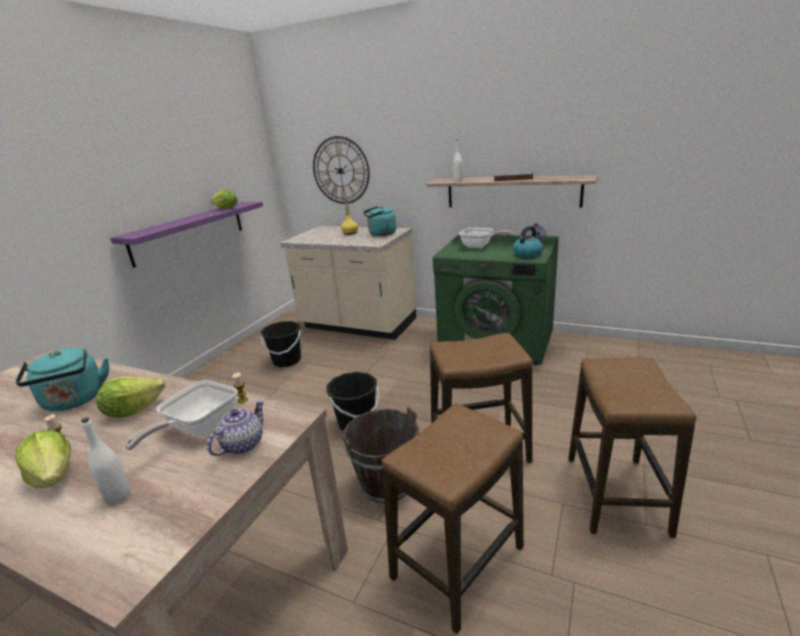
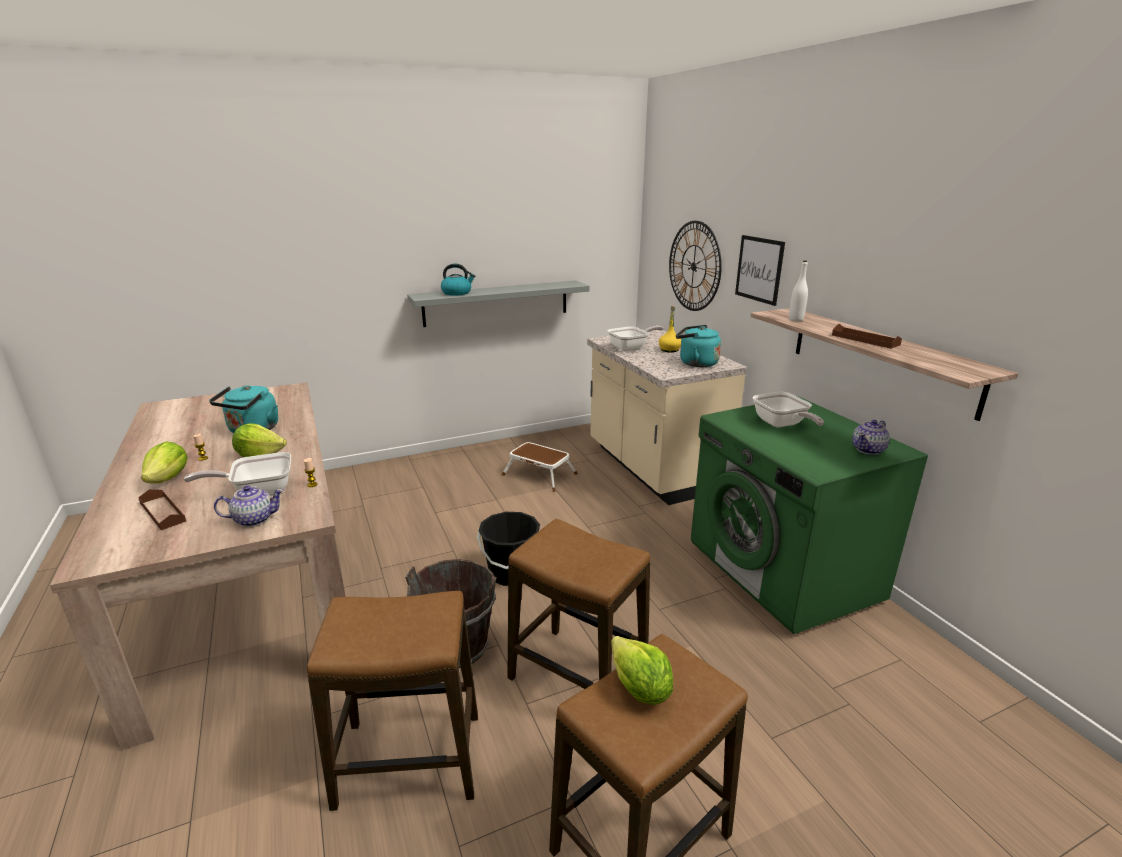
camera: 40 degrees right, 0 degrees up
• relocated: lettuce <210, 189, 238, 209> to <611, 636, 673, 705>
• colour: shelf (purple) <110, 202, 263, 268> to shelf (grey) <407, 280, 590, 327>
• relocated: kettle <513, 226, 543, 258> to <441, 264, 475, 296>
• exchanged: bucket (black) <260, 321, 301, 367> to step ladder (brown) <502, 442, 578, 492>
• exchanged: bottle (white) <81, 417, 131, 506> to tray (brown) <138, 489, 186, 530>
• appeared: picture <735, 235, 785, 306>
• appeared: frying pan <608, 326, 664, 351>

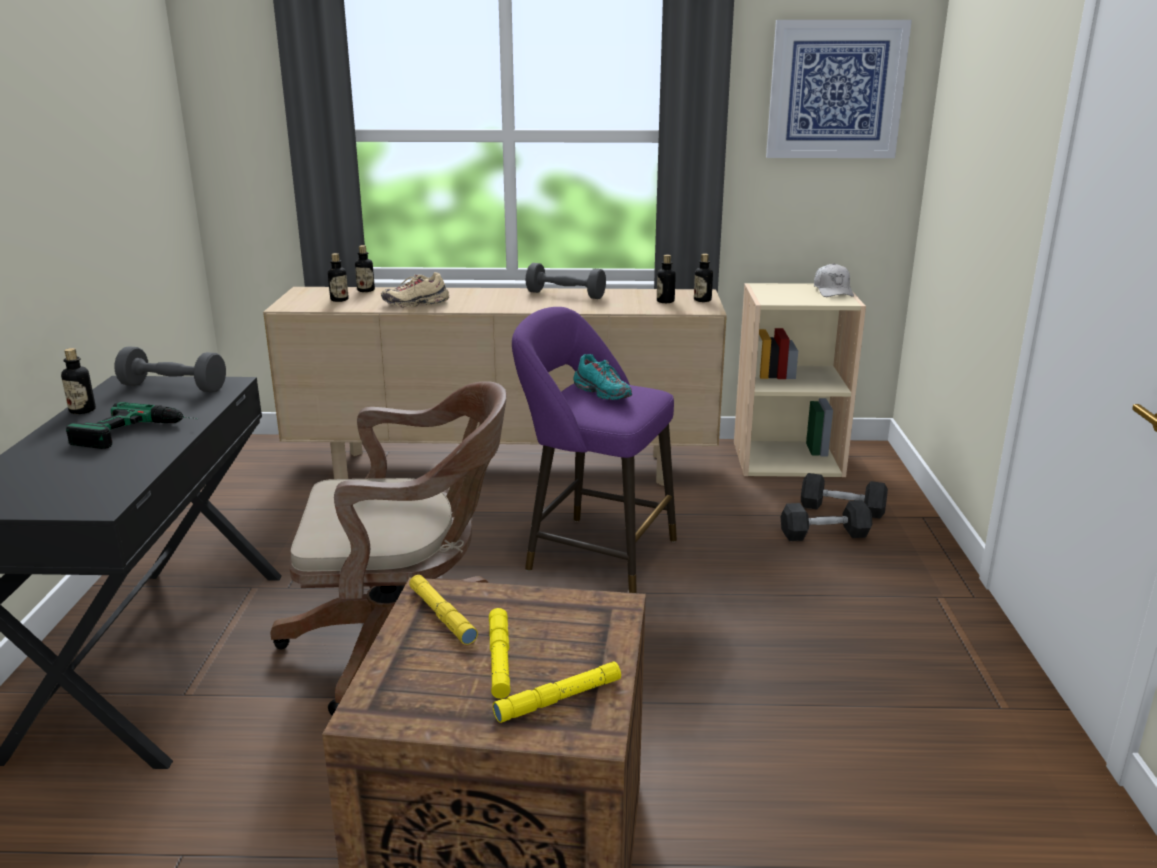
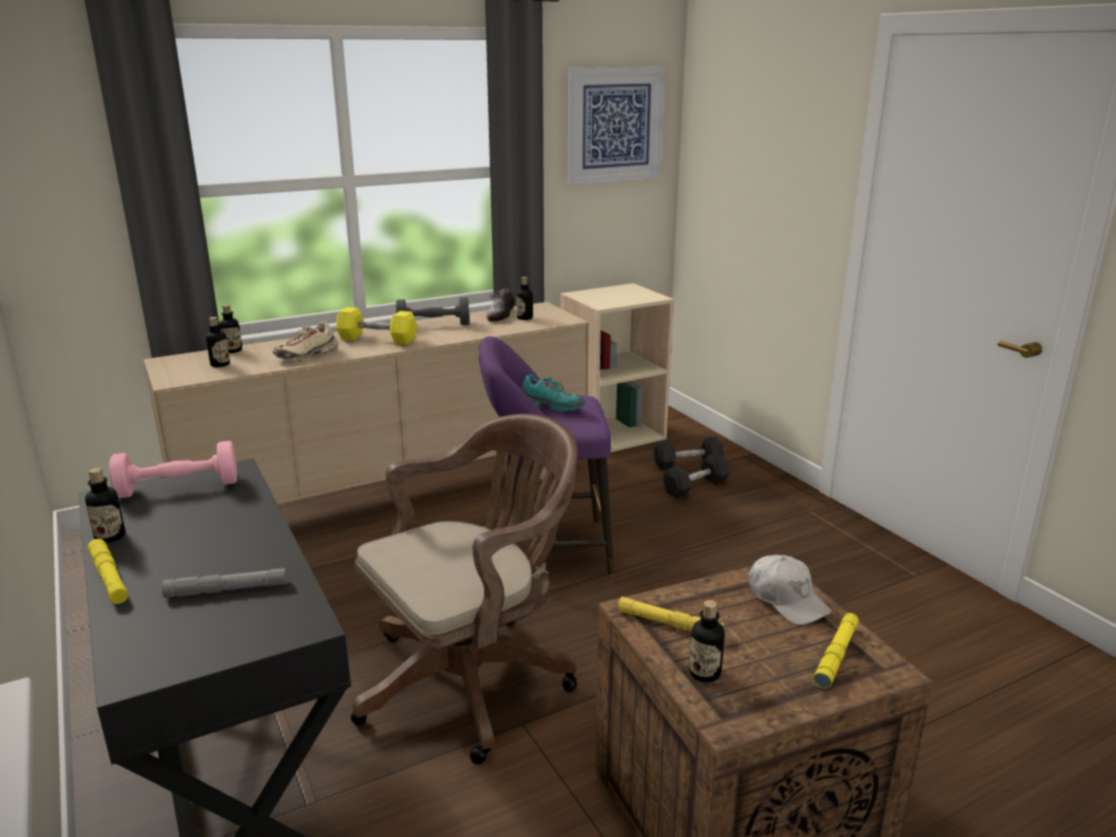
camera: 30 degrees left, 0 degrees up
• relocated: bottle <694, 254, 713, 302> to <689, 600, 725, 682>
• relocated: cap (white) <814, 263, 854, 297> to <749, 555, 832, 625>
• colour: dumbbell (grey) <114, 346, 226, 392> to dumbbell (pink) <109, 441, 237, 498>
• missing: power drill <66, 402, 198, 449>
• relocated: flashlight (yellow) <489, 608, 510, 699> to <88, 539, 128, 604>
• appeared: shoe <487, 288, 514, 322>
• appeared: dumbbell (yellow) <336, 307, 417, 345>
• appeared: flashlight (grey) <162, 568, 287, 598>

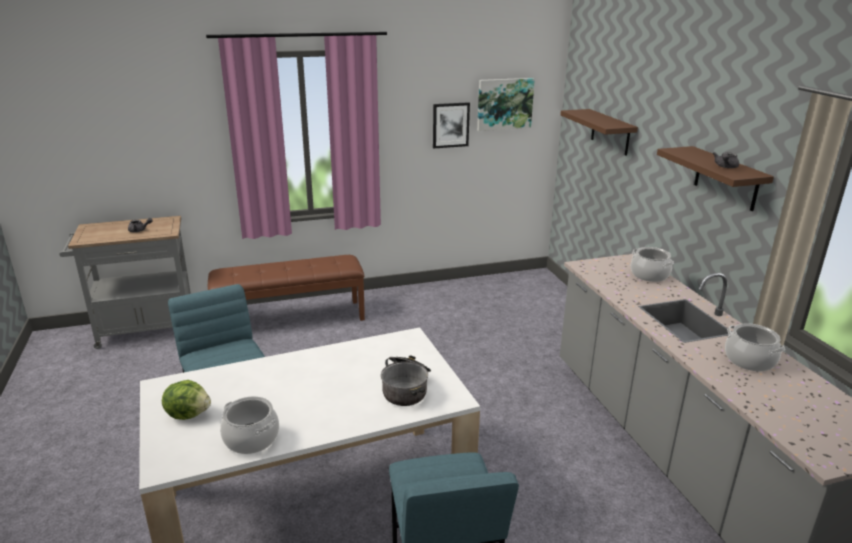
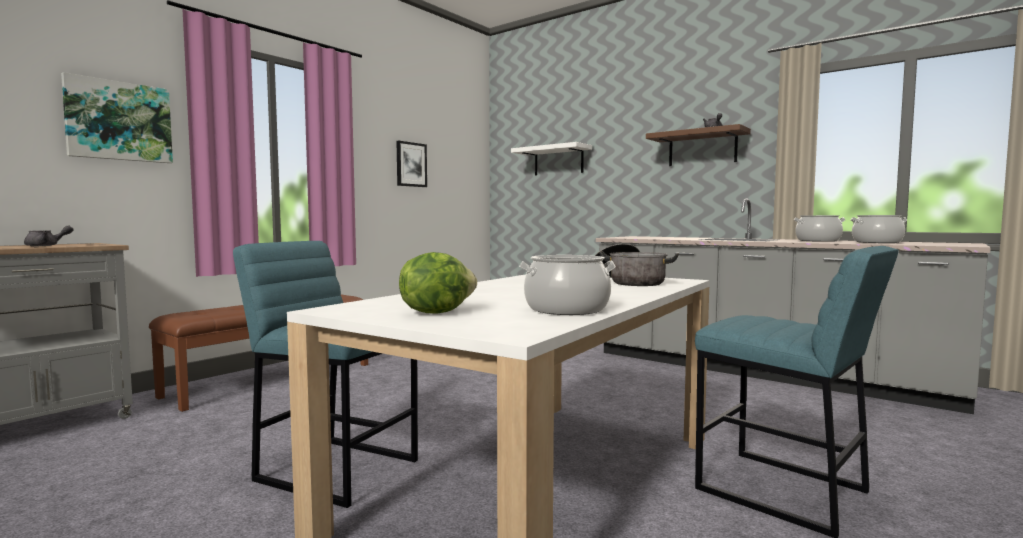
camera: 35 degrees left, 20 degrees down
• relocated: picture <477, 78, 535, 131> to <61, 72, 173, 163>
• colour: shelf (brown) <560, 109, 638, 155> to shelf (white) <511, 142, 592, 175>
• relocated: cooking pot <631, 247, 674, 282> to <851, 215, 907, 243>

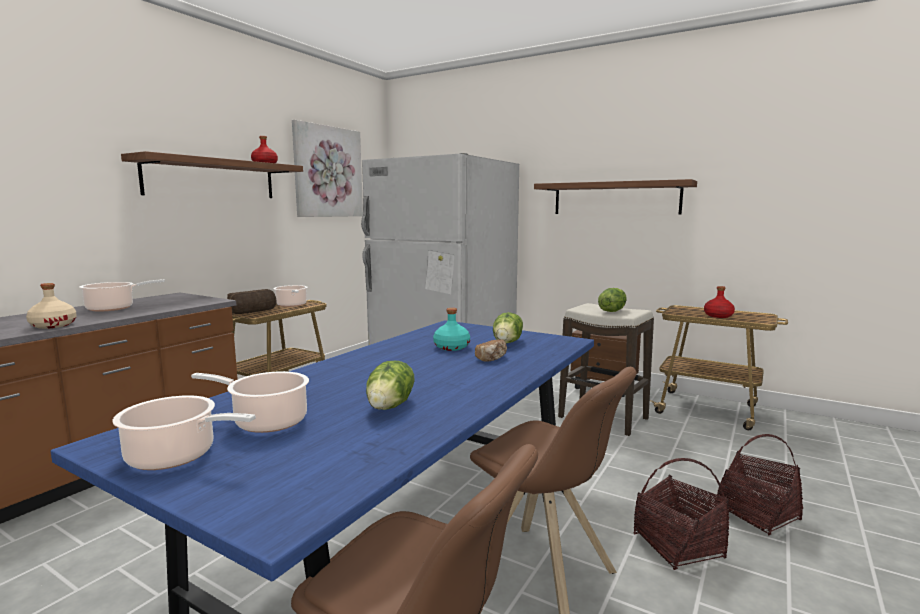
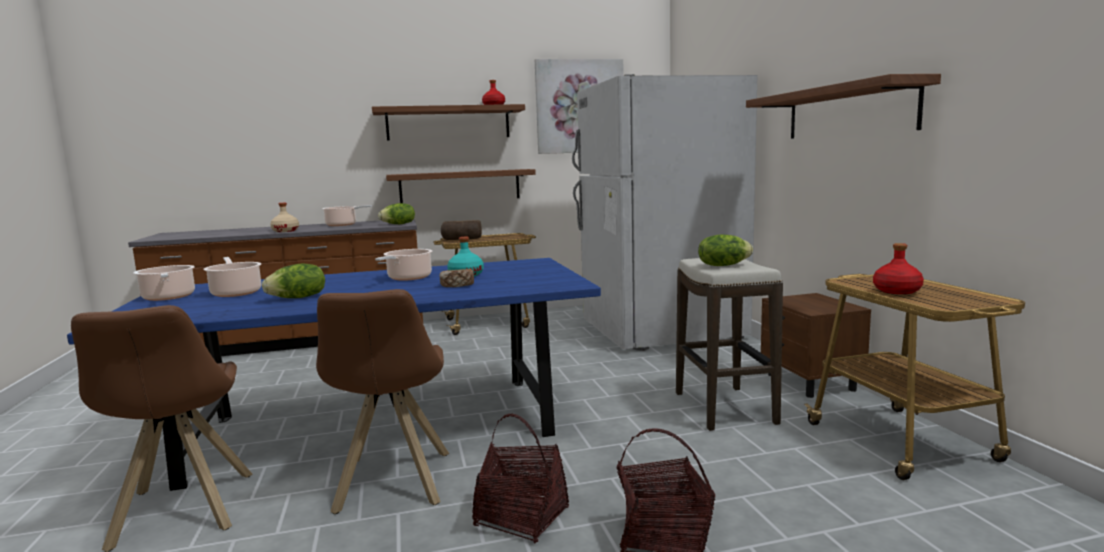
camera: 45 degrees right, 0 degrees up
• relocated: cooking pot <273, 285, 308, 307> to <375, 249, 432, 281>
• relocated: lettuce <493, 312, 523, 343> to <378, 203, 415, 224>
• appeared: shelf <386, 169, 536, 203>

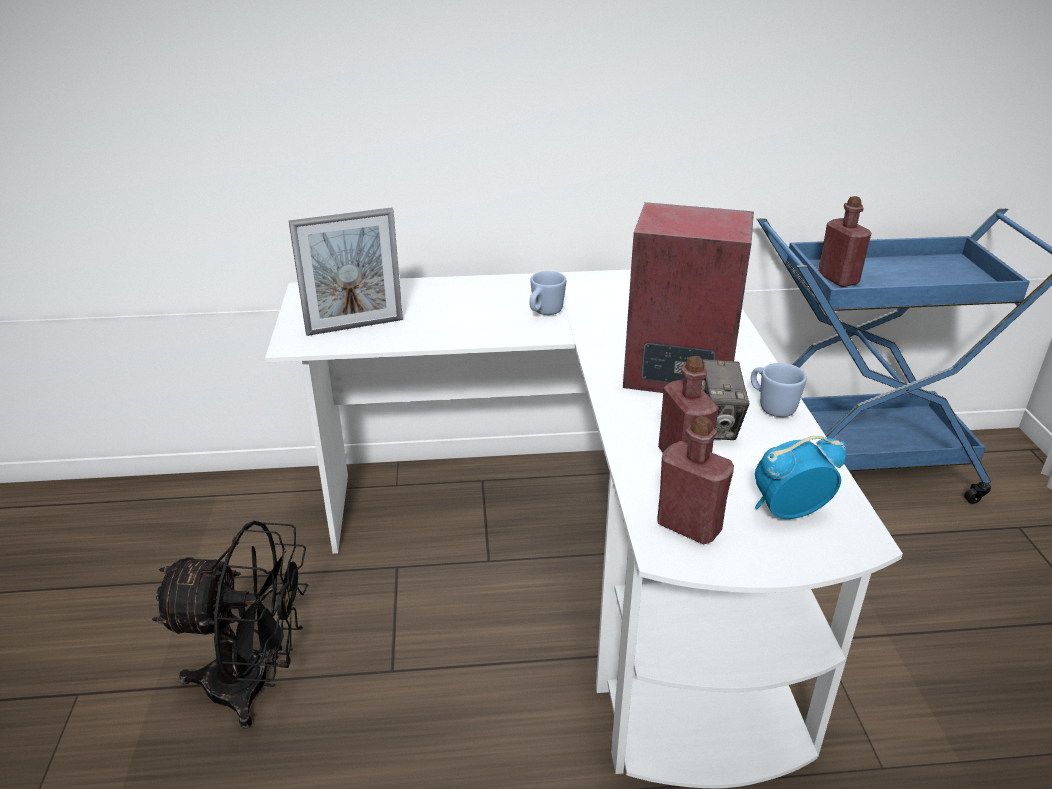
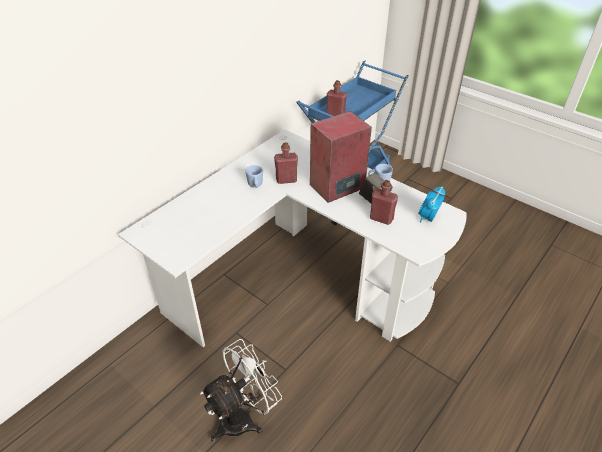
camera: 45 degrees left, 10 degrees up
• missing: picture frame <289, 207, 403, 336>
• relocated: bottle (red) <657, 416, 734, 544> to <274, 142, 298, 184>
• colour: fan (black) <152, 521, 308, 729> to fan (white) <200, 339, 282, 442>

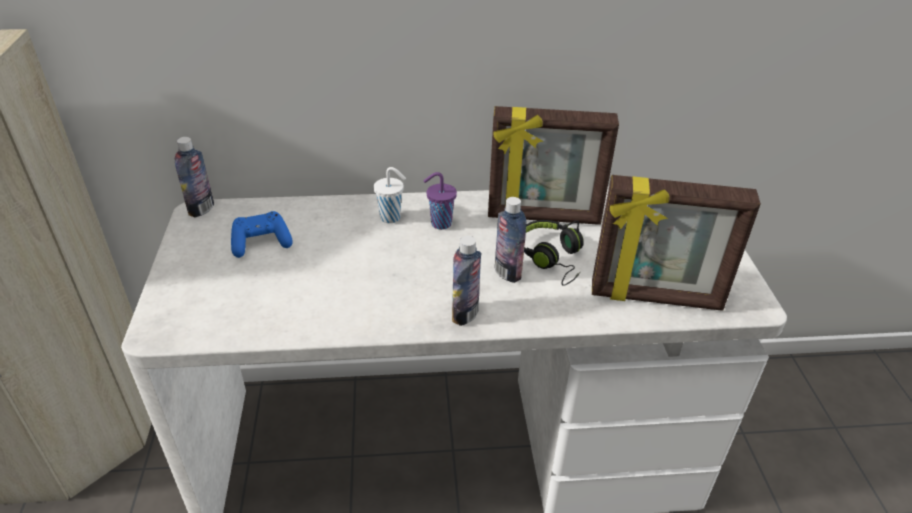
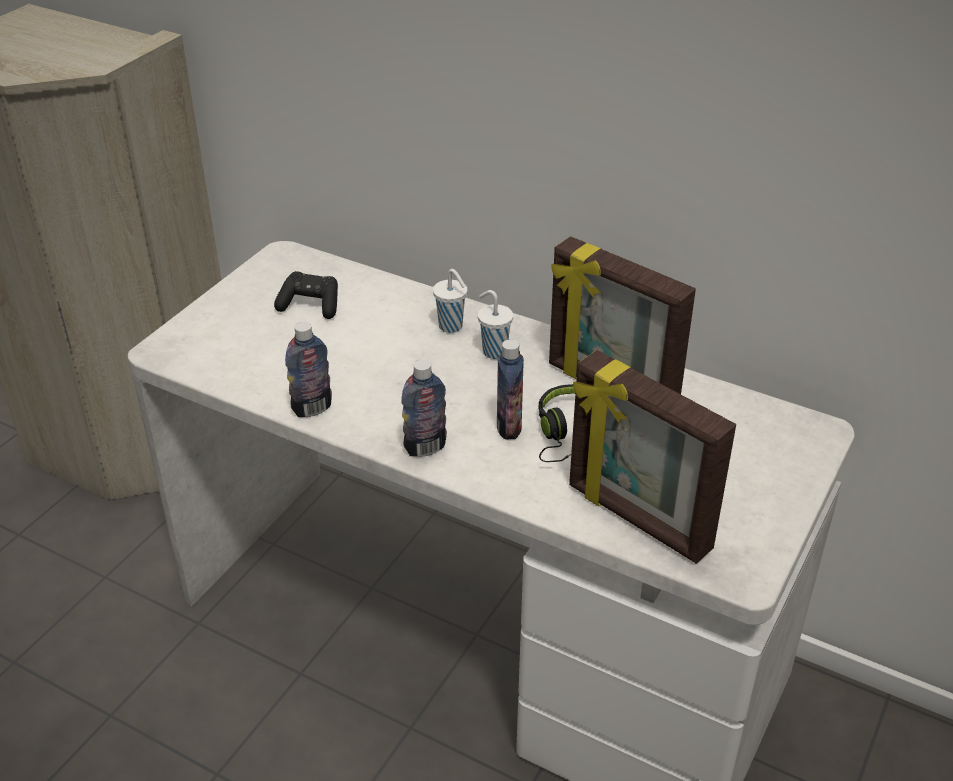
camera: 35 degrees right, 0 degrees up
• relocated: bottle <175, 137, 214, 218> to <285, 322, 332, 417>
• colour: cup (purple) <424, 172, 457, 230> to cup (white) <478, 290, 513, 359>
• colour: game controller (blue) <231, 211, 293, 258> to game controller (black) <274, 271, 338, 319>

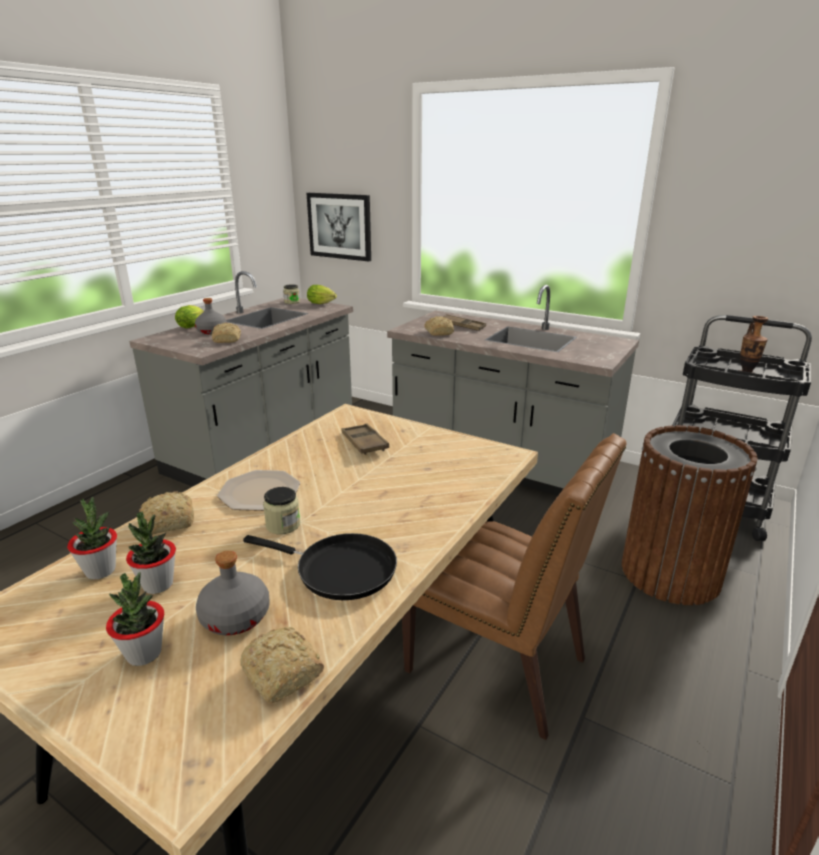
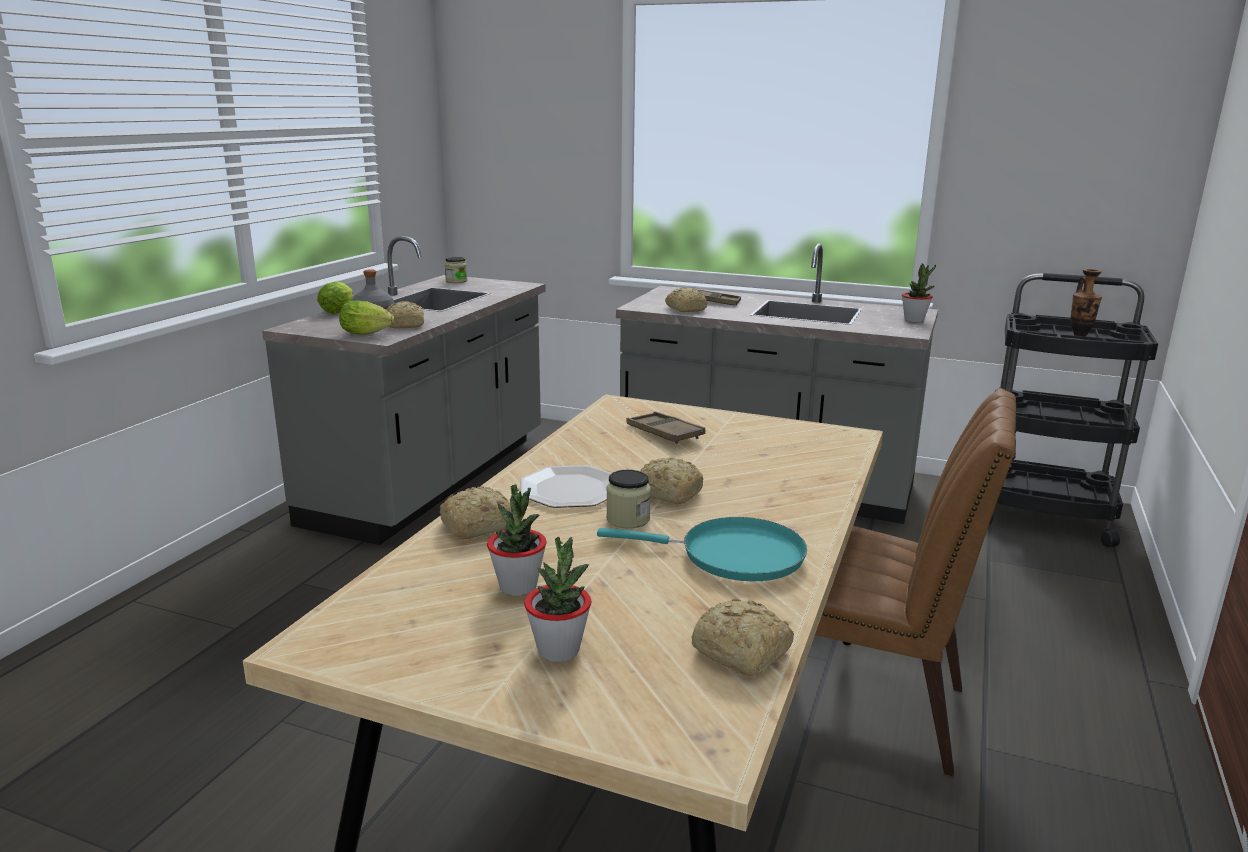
camera: 10 degrees left, 5 degrees down
• missing: picture <307, 193, 371, 261>
• relocated: lettuce <307, 285, 337, 304> to <339, 300, 395, 335>
• missing: trash can (brown) <622, 425, 758, 605>
• relocated: potted plant <67, 497, 117, 580> to <902, 264, 936, 323>
• colour: frying pan (black) <243, 533, 397, 600> to frying pan (turquoise) <597, 517, 807, 581>
• missing: bottle (grey) <196, 551, 270, 635>
• appeared: bread <640, 458, 704, 504>

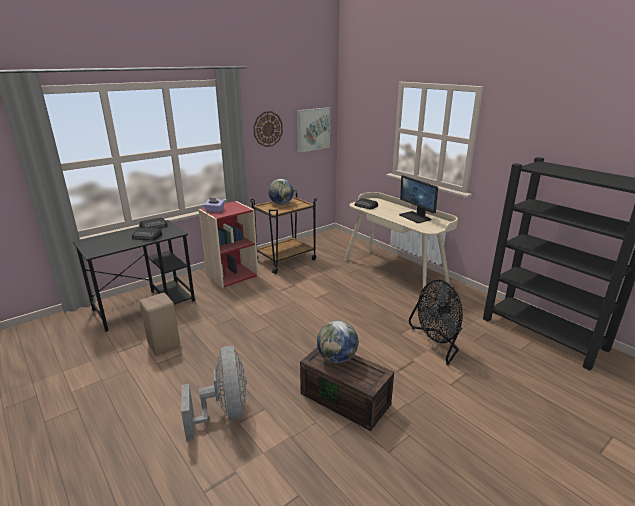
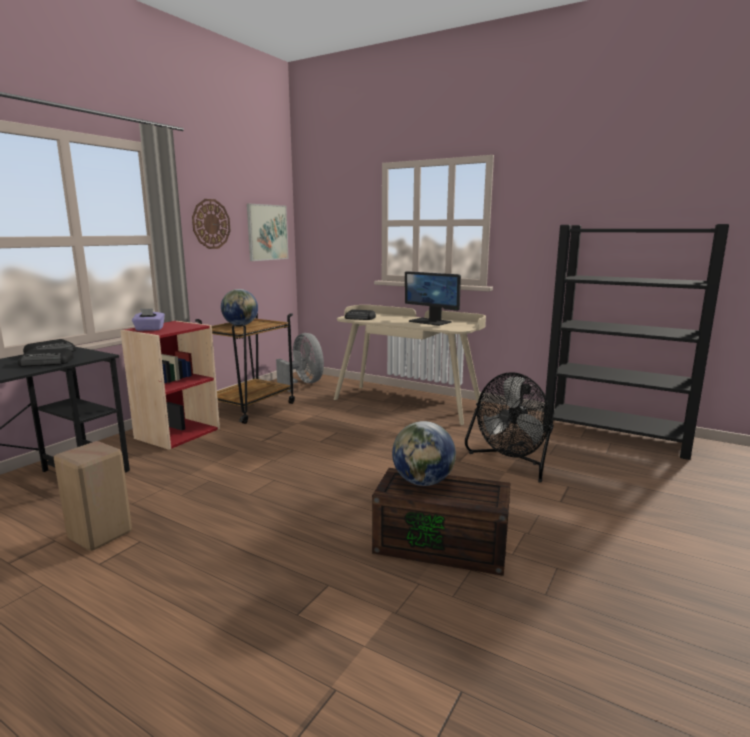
camera: 20 degrees left, 10 degrees down
• relocated: fan (grey) <181, 346, 247, 442> to <276, 333, 324, 392>

